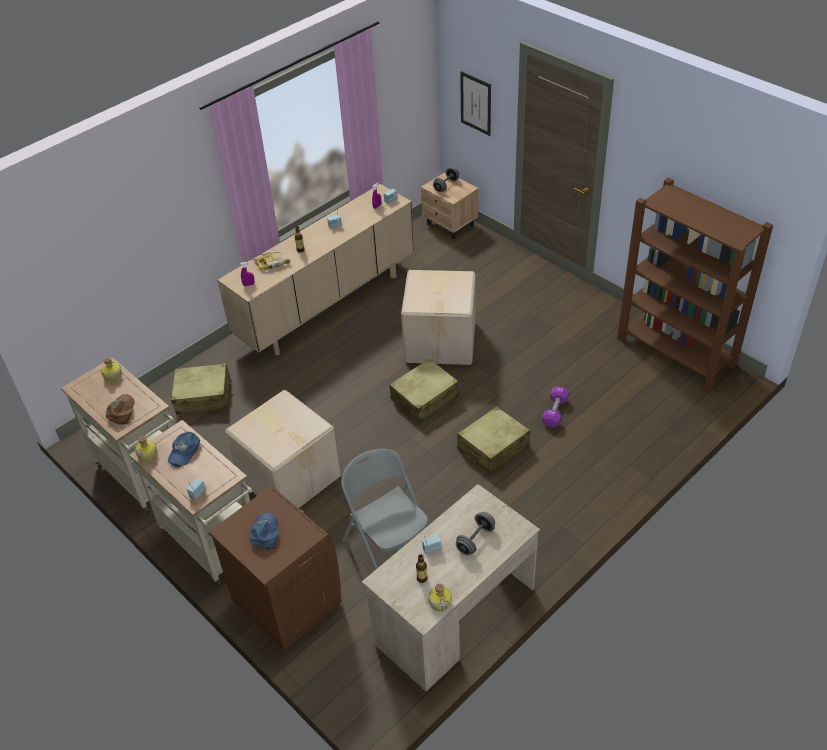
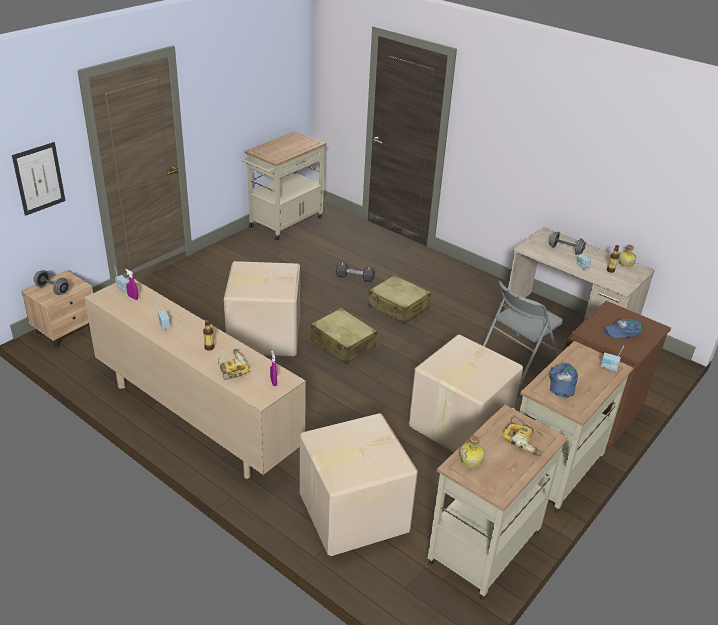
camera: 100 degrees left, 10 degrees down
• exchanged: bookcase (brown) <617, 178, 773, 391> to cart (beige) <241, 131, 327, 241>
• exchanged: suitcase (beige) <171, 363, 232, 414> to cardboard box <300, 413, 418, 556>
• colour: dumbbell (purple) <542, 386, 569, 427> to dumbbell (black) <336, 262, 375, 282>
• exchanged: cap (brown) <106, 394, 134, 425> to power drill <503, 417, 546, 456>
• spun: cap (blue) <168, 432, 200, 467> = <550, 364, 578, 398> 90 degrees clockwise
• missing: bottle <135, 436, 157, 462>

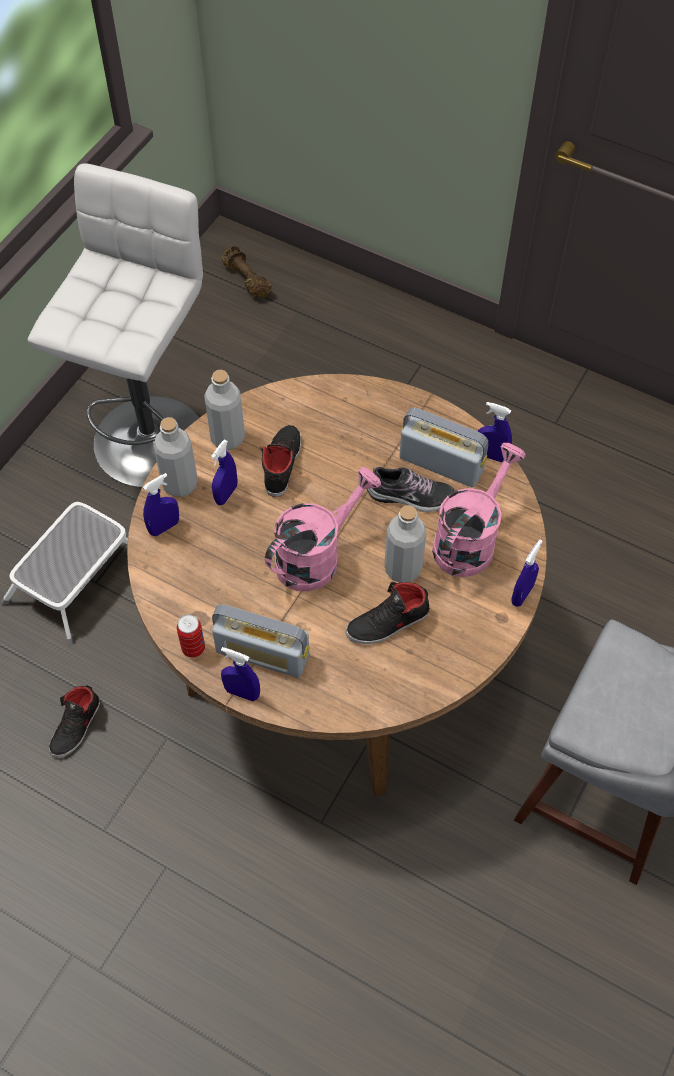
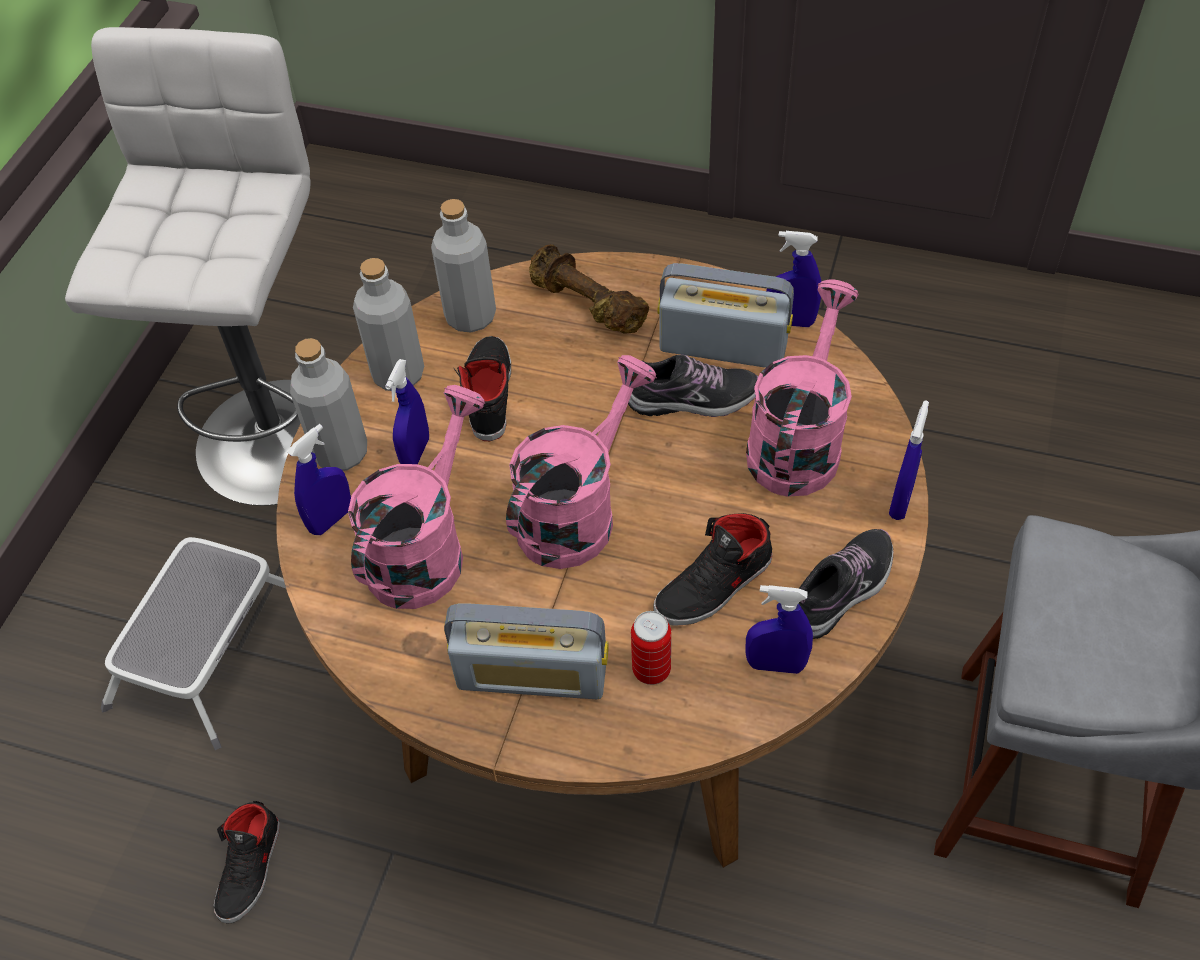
camera: 10 degrees left, 5 degrees down
• relocated: dumbbell (brown) <221, 246, 272, 298> to <529, 244, 649, 333>
• relocated: bottle (grey) <385, 505, 426, 582> to <431, 199, 496, 333>
• relocated: can <177, 614, 205, 658> to <631, 611, 671, 685>
• relocated: spray bottle (blue) <221, 647, 260, 701> to <745, 585, 813, 674>
• appeared: watering can (pink) <348, 385, 486, 609>
• appeared: shoe <798, 529, 893, 639>

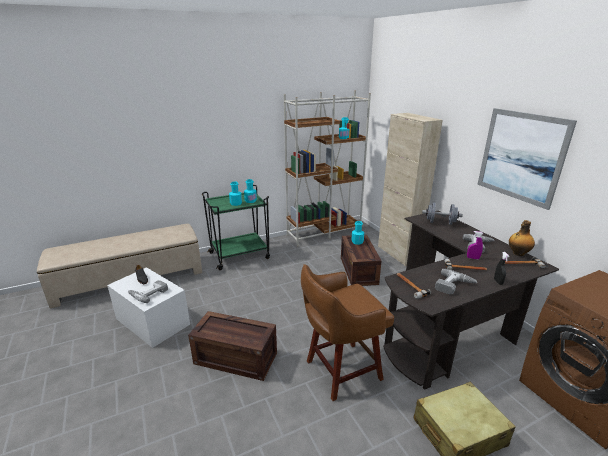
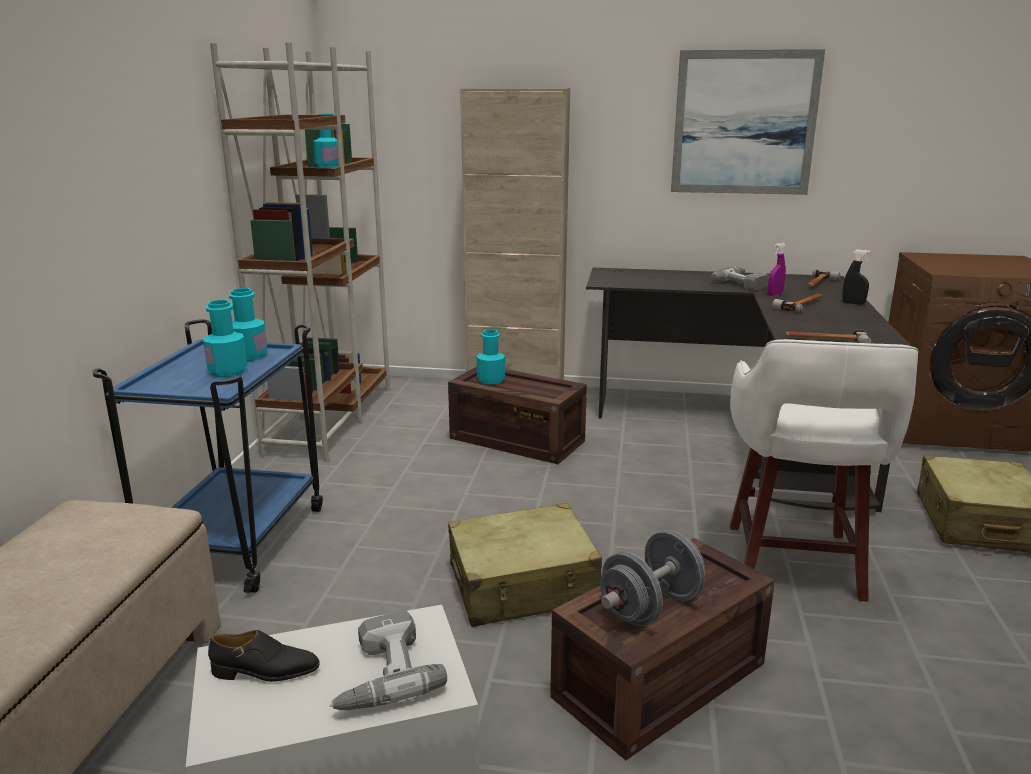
camera: 55 degrees left, 5 degrees down
• colour: cart (green) <202, 185, 270, 270> to cart (blue) <93, 319, 323, 593>
• relocated: dumbbell (grey) <422, 202, 463, 225> to <600, 530, 705, 626>
• missing: bottle <509, 220, 535, 256>
• colour: stool (brown) <301, 264, 394, 401> to stool (white) <730, 339, 919, 602>
• missing: power drill <435, 269, 478, 295>
• appeared: suitcase (beige) <448, 503, 602, 627>

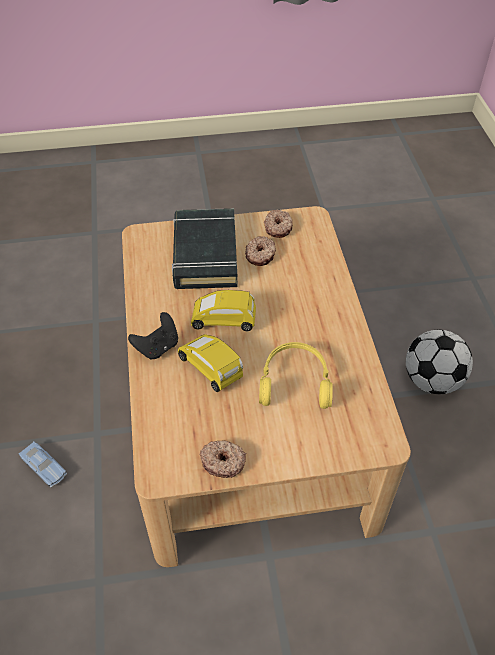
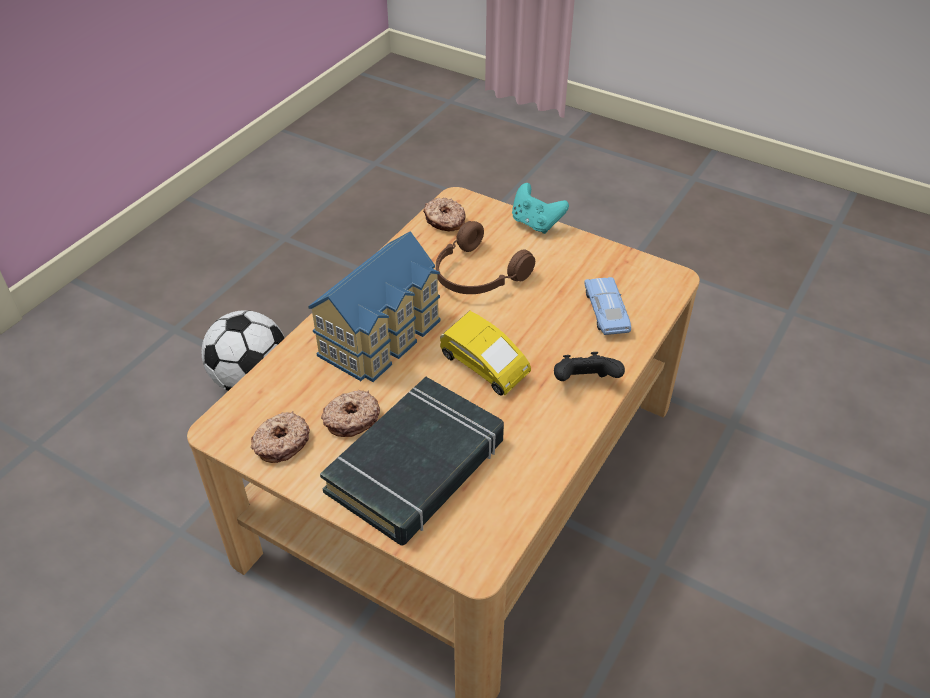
camera: 140 degrees left, 5 degrees down
• missing: toy car (yellow) <178, 334, 243, 392>
• colour: headphones (yellow) <259, 342, 333, 409> to headphones (brown) <436, 221, 535, 294>
• relocated: toy car (blue) <18, 441, 67, 487> to <584, 277, 631, 335>
• relocated: donut <199, 441, 246, 478> to <423, 198, 466, 232>
• appeared: game controller (turquoise) <512, 183, 569, 234>
• appeared: toy house <308, 231, 441, 382>

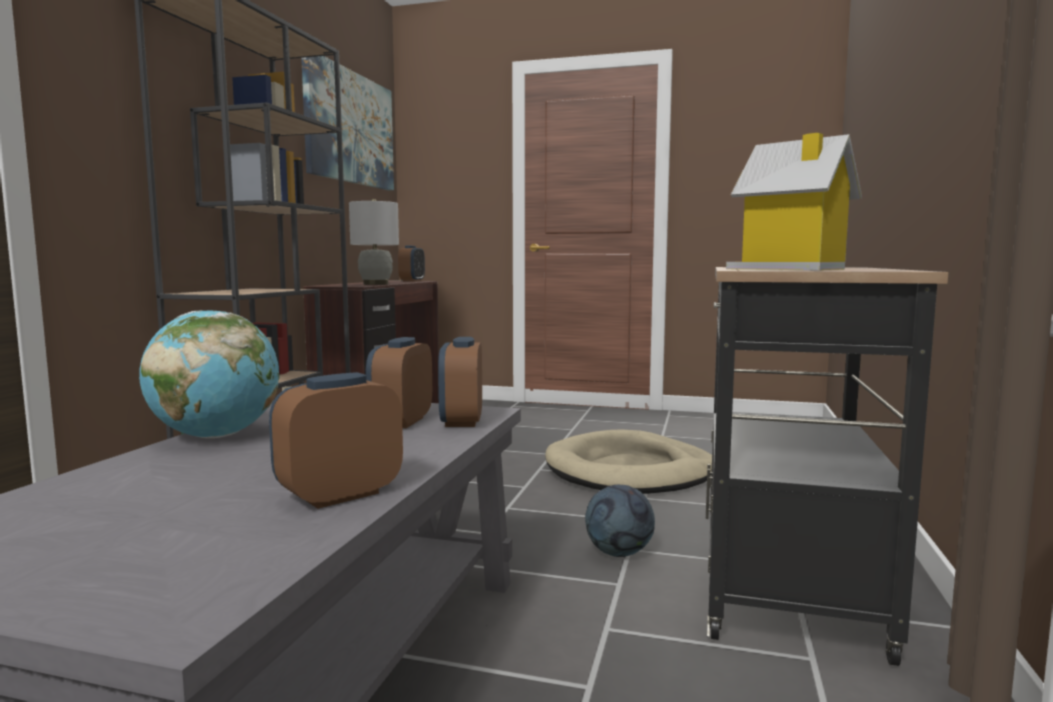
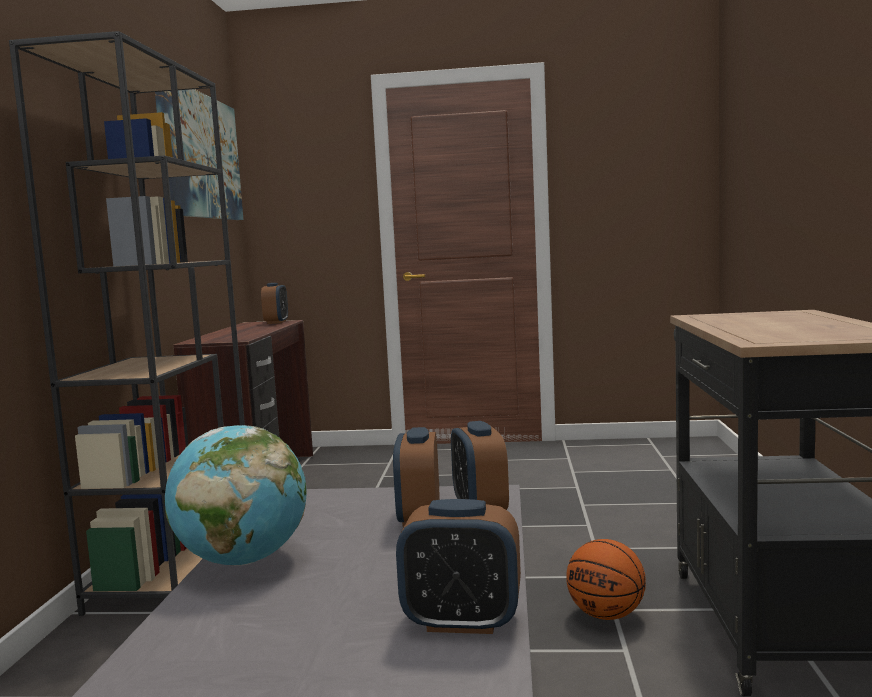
camera: 10 degrees left, 0 degrees up
• missing: toy house <726, 133, 862, 270>
• missing: table lamp (white) <349, 199, 399, 285>
• spun: alarm clock <269, 372, 403, 509> = <396, 499, 521, 634> 120 degrees counterclockwise
• missing: dog bed (beige) <545, 429, 712, 494>
• exchanged: football <585, 485, 655, 557> to basketball <566, 539, 646, 620>

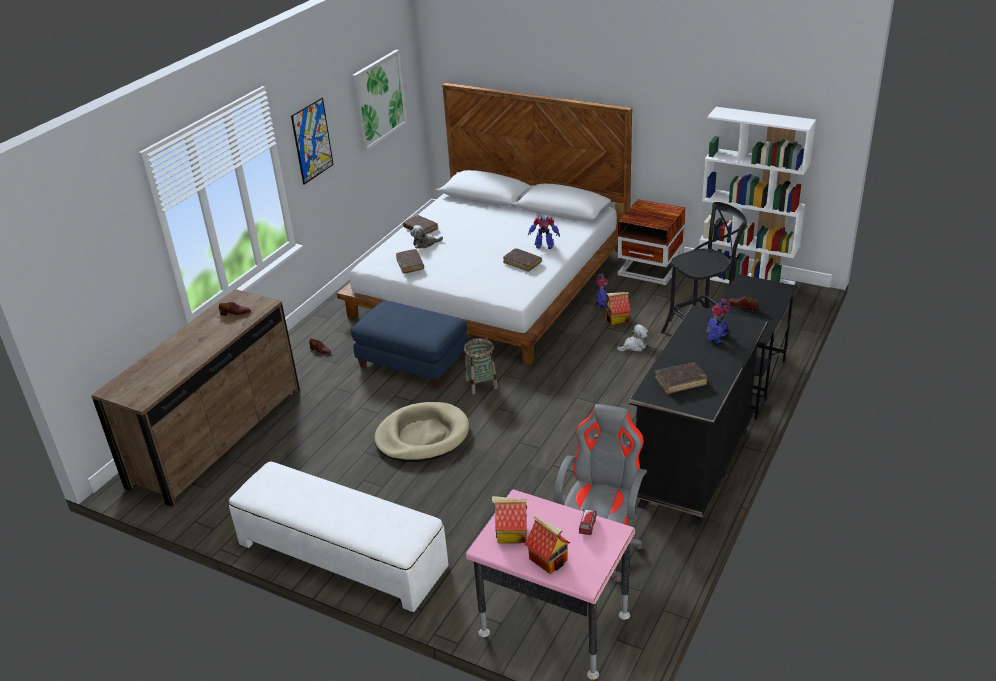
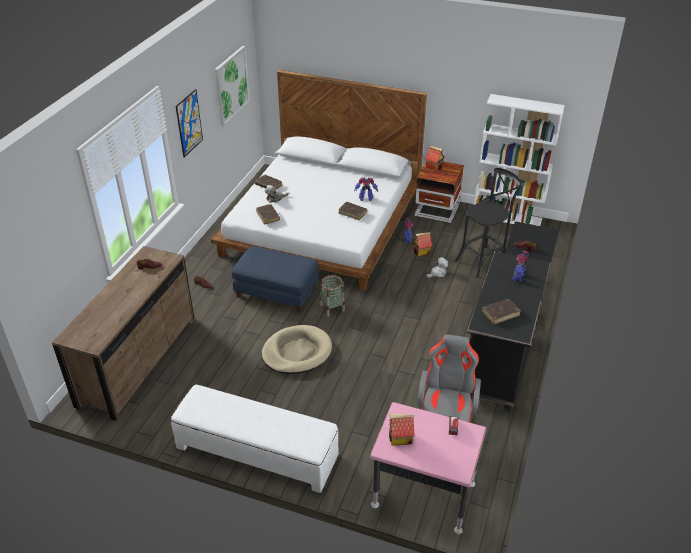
camera: 10 degrees left, 5 degrees up
• relocated: toy house <525, 516, 570, 574> to <425, 146, 445, 171>

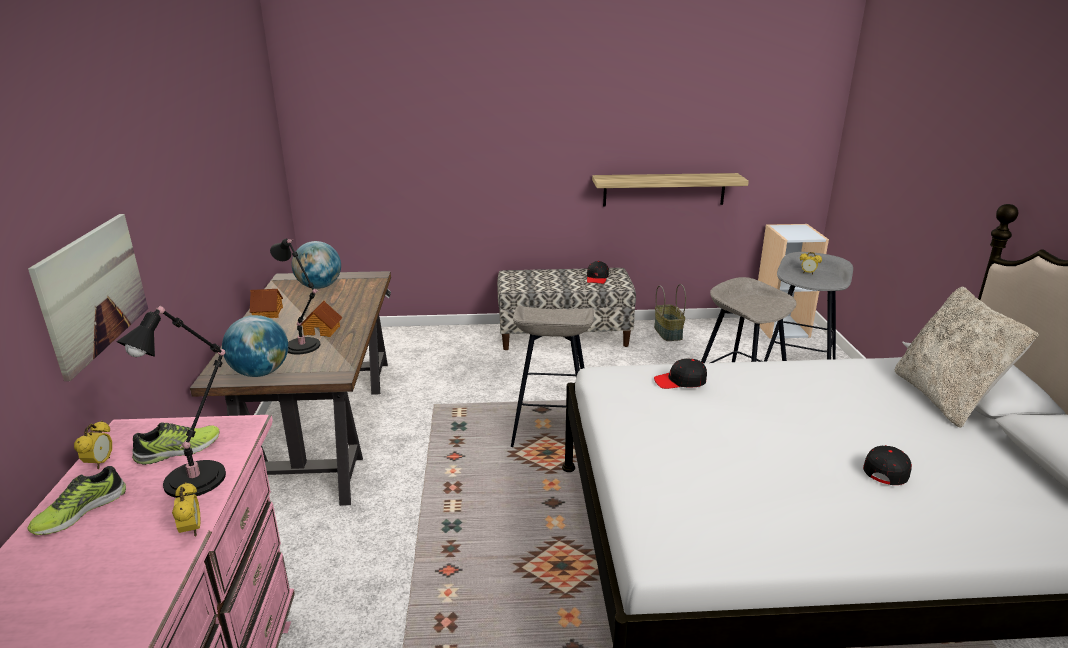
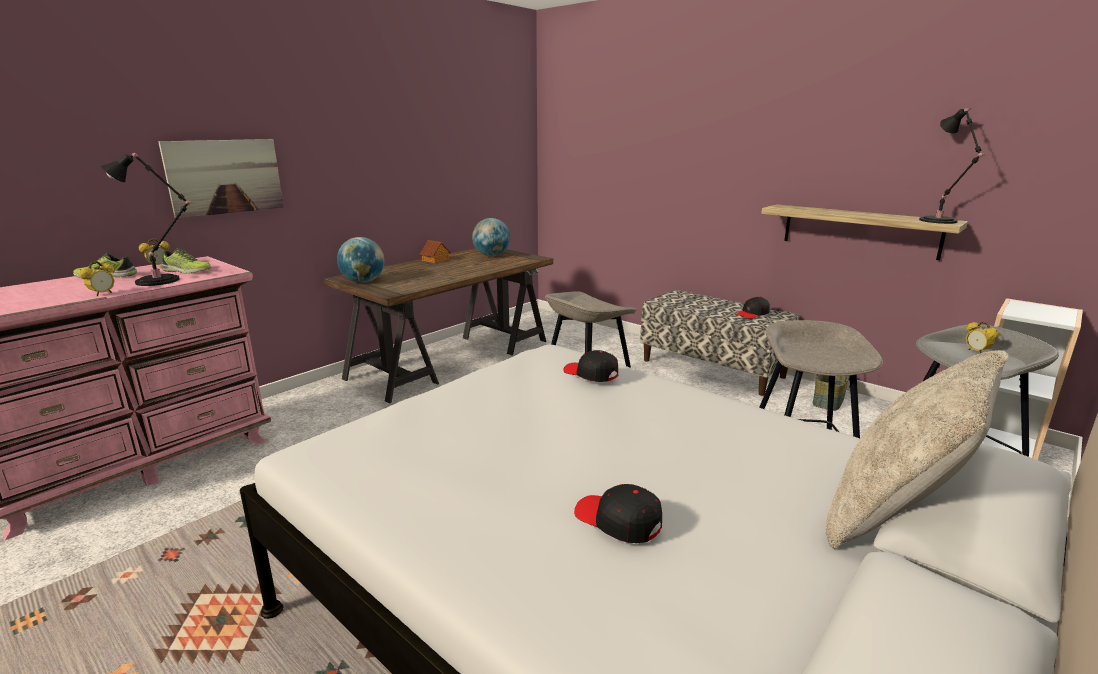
camera: 45 degrees right, 5 degrees down
• relocated: table lamp (black) <270, 239, 320, 355> to <919, 108, 984, 224>
• missing: toy house <301, 301, 343, 337>
• spun: cap (black) <863, 445, 912, 485> = <574, 484, 662, 543> 135 degrees counterclockwise

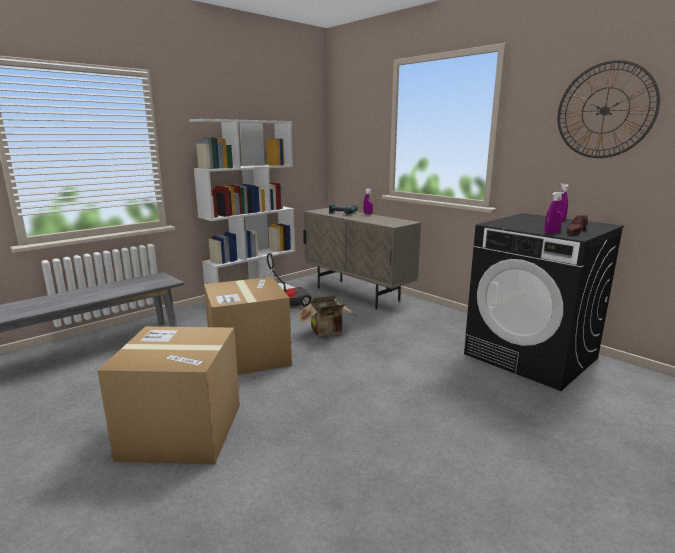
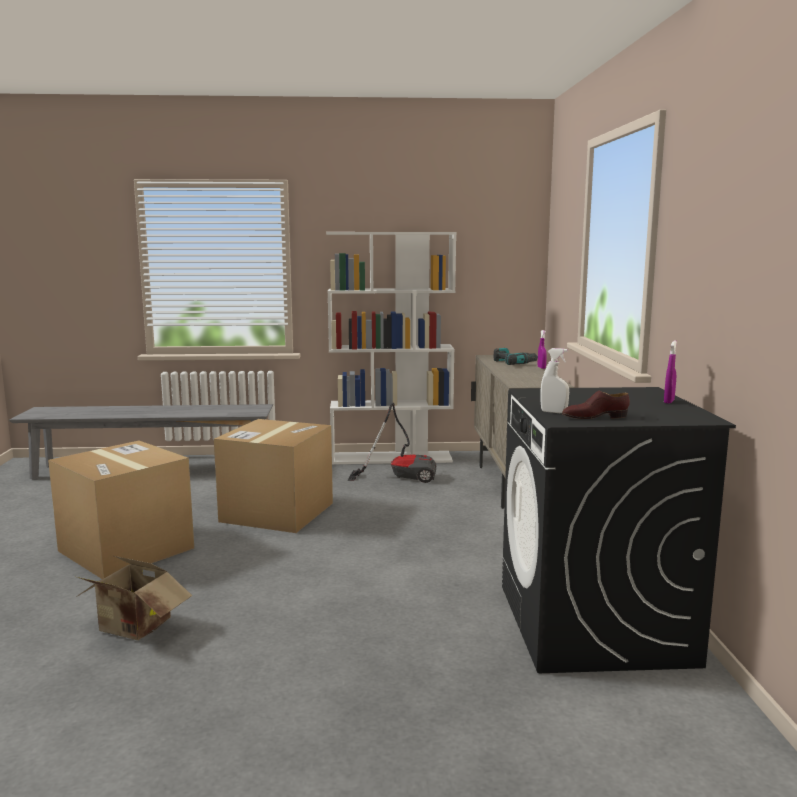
camera: 40 degrees right, 5 degrees down
• missing: wall clock <558, 60, 660, 158>
• colour: spray bottle (purple) <545, 192, 564, 233> to spray bottle (white) <540, 348, 569, 413>
• relocated: cardboard box <297, 295, 355, 337> to <76, 556, 192, 640>

